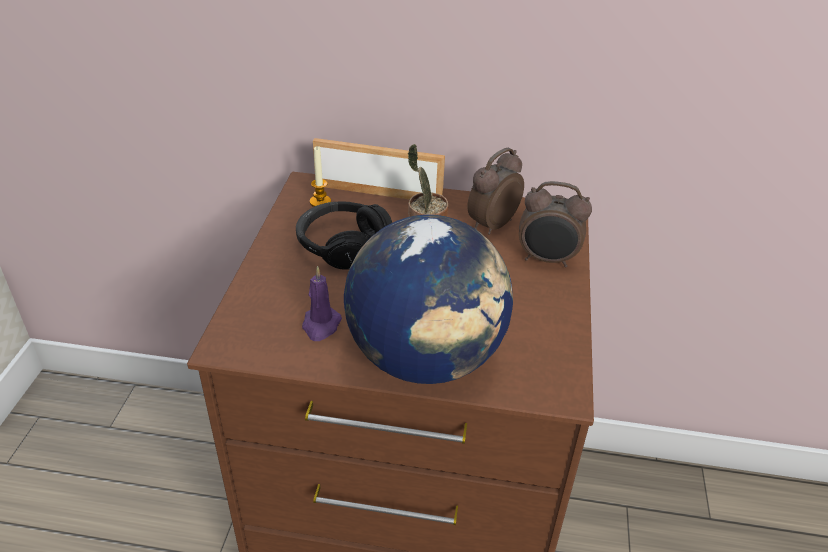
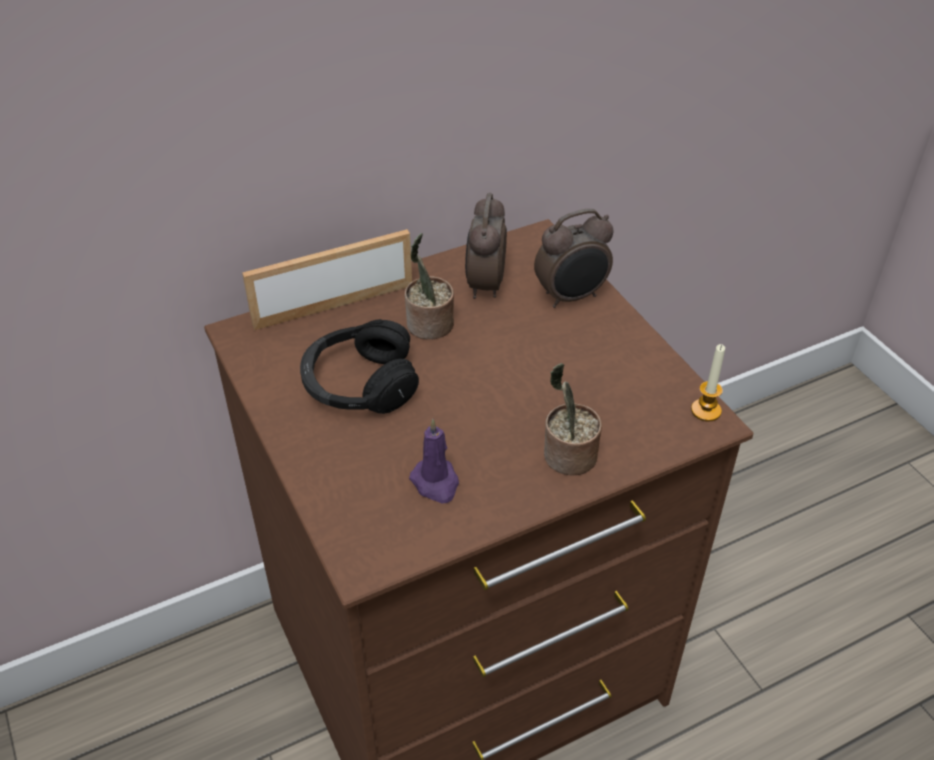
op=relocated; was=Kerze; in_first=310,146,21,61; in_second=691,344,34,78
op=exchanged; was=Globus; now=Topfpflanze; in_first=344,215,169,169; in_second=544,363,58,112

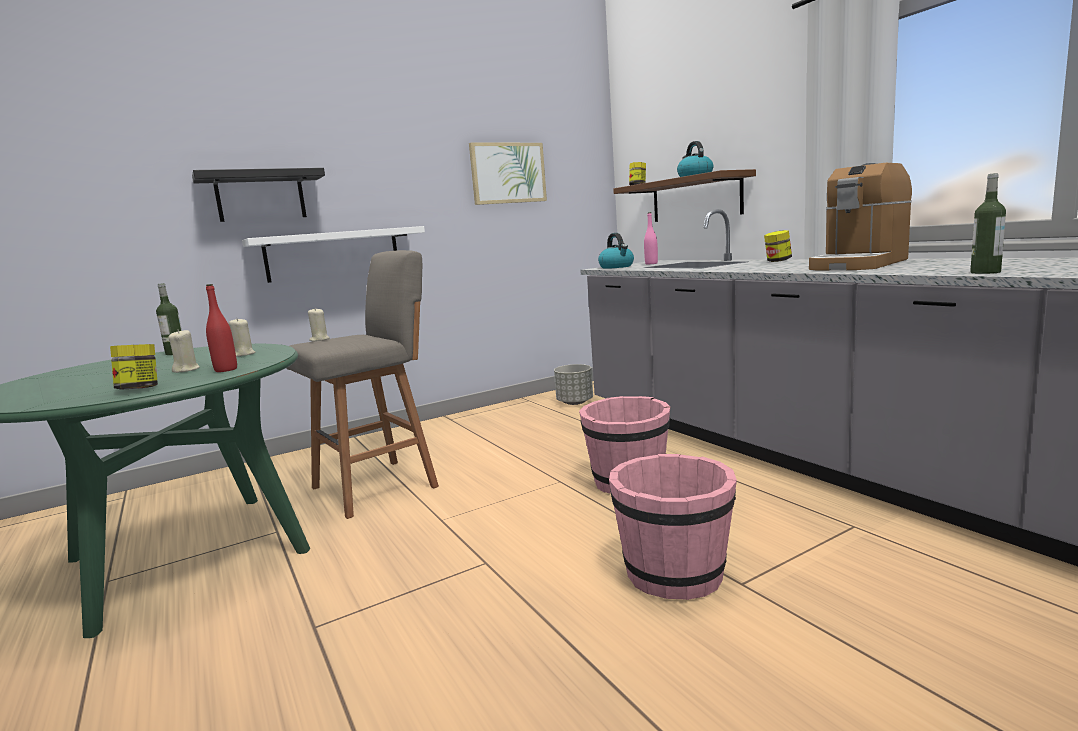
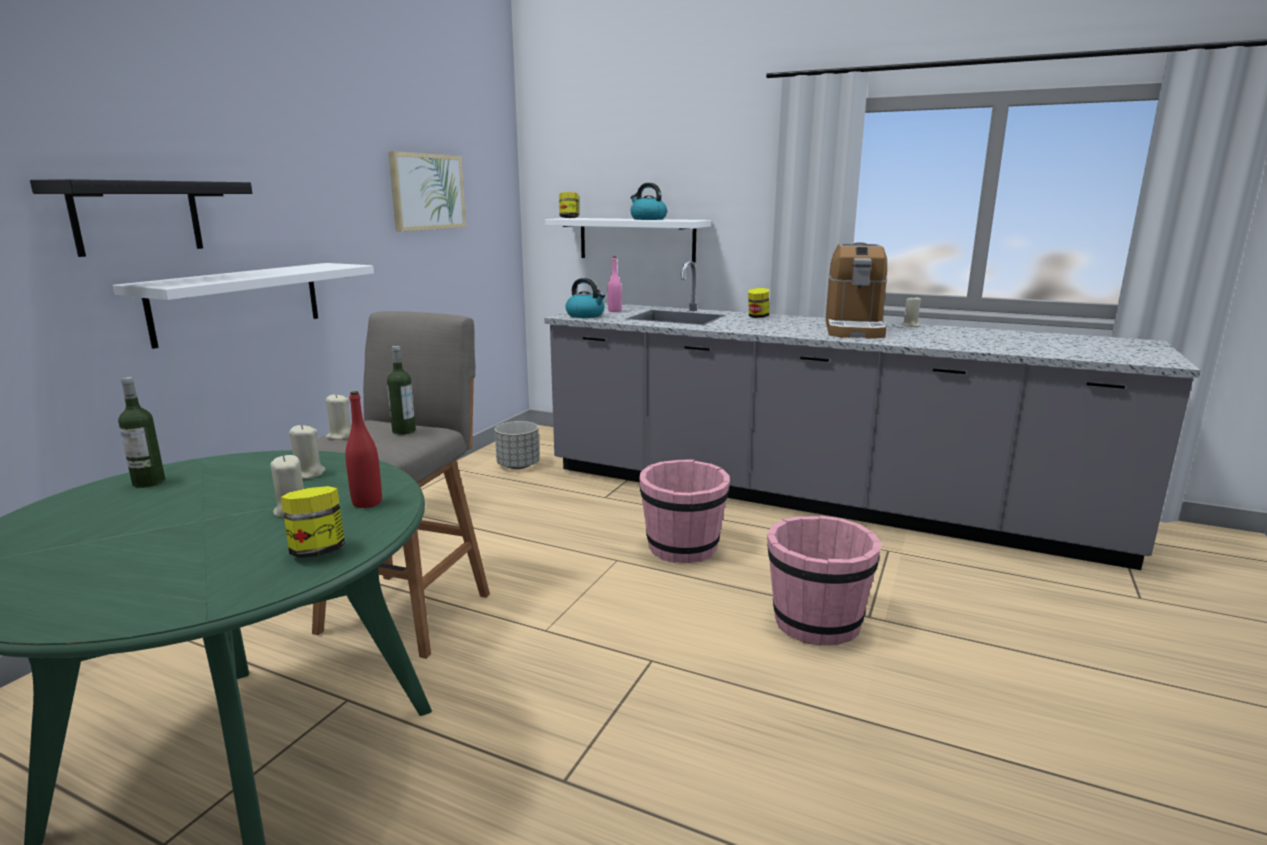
op=colour; was=Wandregal [braun]; now=Wandregal [weiß]; in_first=613,169,143,53; in_second=545,218,166,44
op=relocated; was=Flasche; in_first=970,173,36,101; in_second=387,346,29,89
op=appeared; now=Kerze [beige]; in_second=902,297,19,30

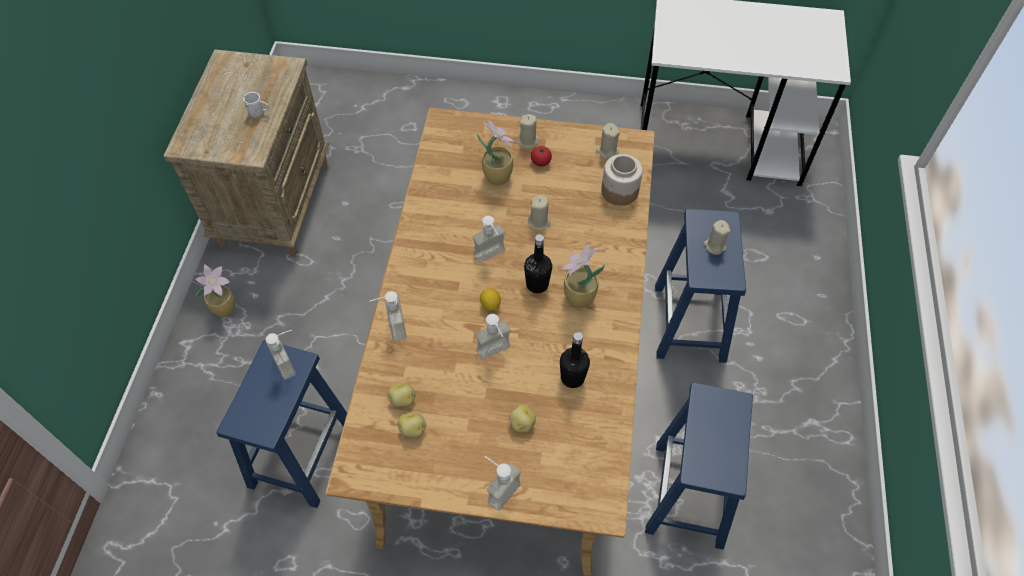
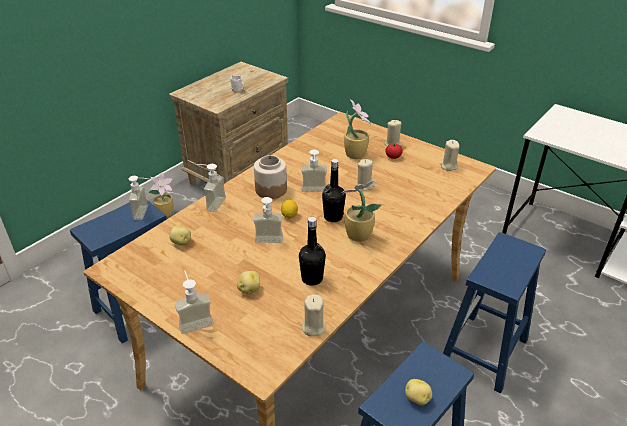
op=relocated; was=Kartoffel; in_first=397,412,29,25; in_second=405,379,27,26
op=relocated; was=Vorratsglas; in_first=601,154,42,52; in_second=254,155,33,44
op=relocated; was=Kerze [beige]; in_first=703,220,27,35; in_second=302,295,23,41

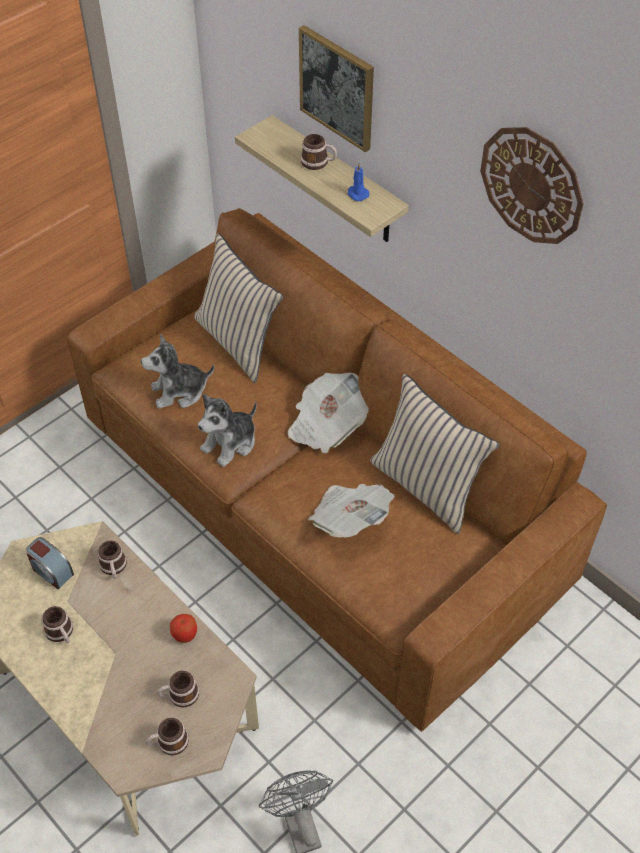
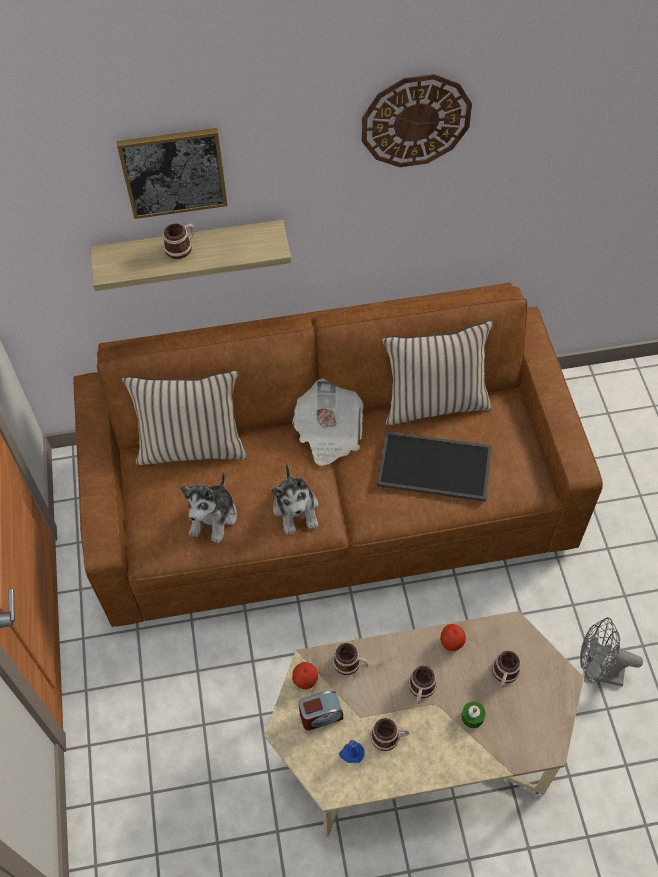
op=relocated; was=Henkelbecher; in_first=146,718,43,37; in_second=409,666,28,38
op=exchanged; was=Zeitung; now=Tablett; in_first=308,484,86,54; in_second=377,431,115,71
op=relocated; was=Kerze [blau]; in_first=347,163,22,38; in_second=339,740,25,23
op=appeared; now=Apfel; in_second=292,662,26,27
op=appeared; now=Kerze [grün]; in_second=461,701,24,27

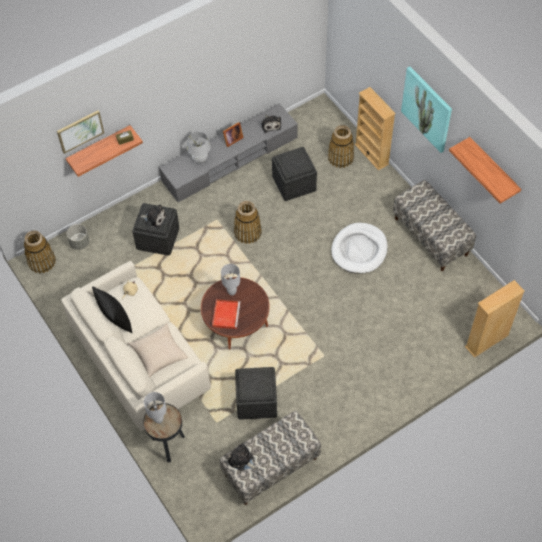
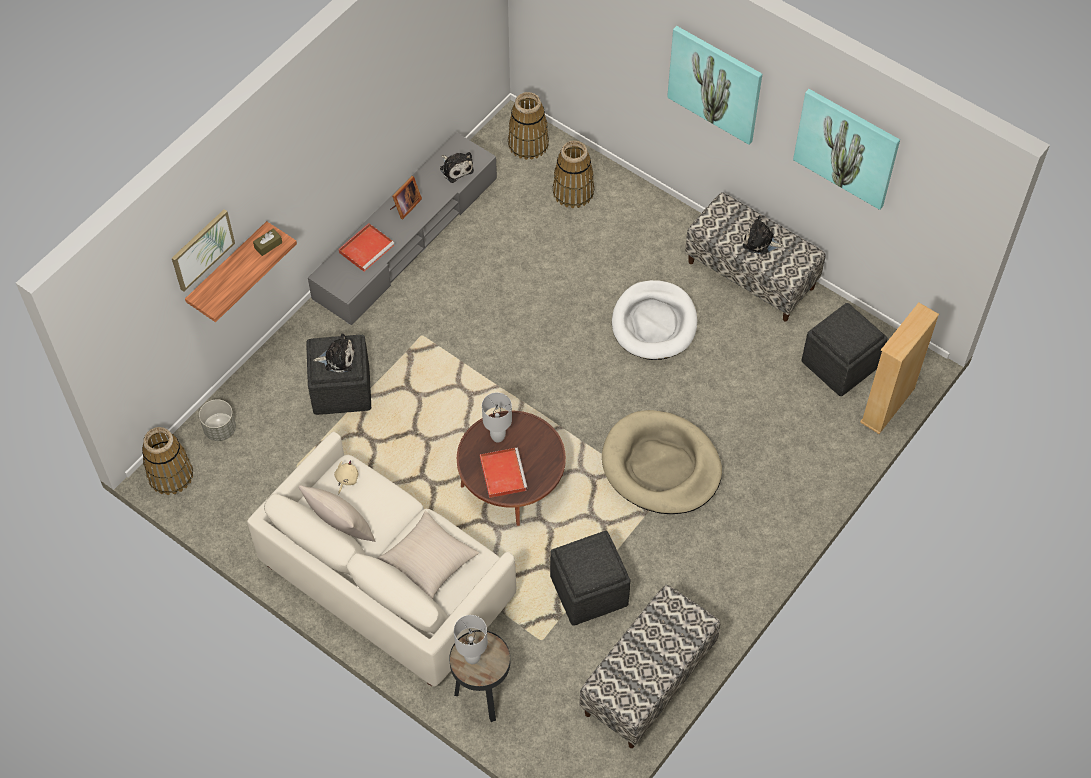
op=colour; was=Kissen [schwarz]; now=Kissen [beige]; in_first=92,286,40,47; in_second=299,485,76,57
op=exchanged; was=Tischlampe [weiß]; now=Tablett [rot]; in_first=187,132,24,31; in_second=338,223,57,48
op=relocated; was=Plüschtier; in_first=227,443,30,28; in_second=743,215,41,40
op=relocated; was=Korb; in_first=234,201,28,43; in_second=508,92,41,68
op=relocated; was=Polsterhocker [grau]; in_first=272,147,45,54; in_second=801,303,87,93
op=missing; was=Bücherregal [beige]; in_first=355,87,41,84
op=exchanged; was=Wandregal; now=Bild; in_first=449,137,72,67; in_second=793,89,107,121
op=appeared; now=Hundebett [beige]; in_second=602,410,120,104

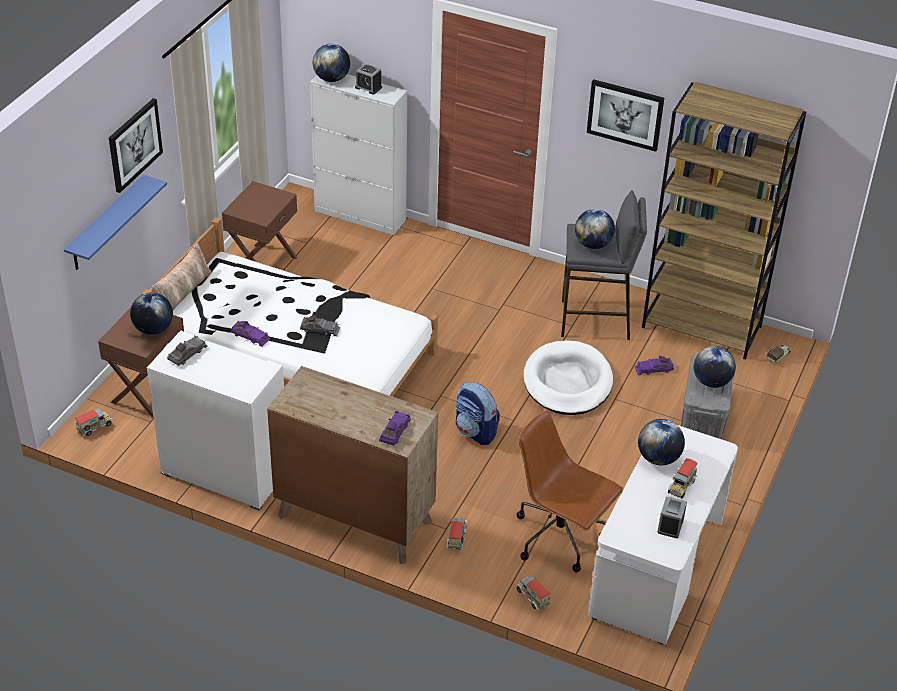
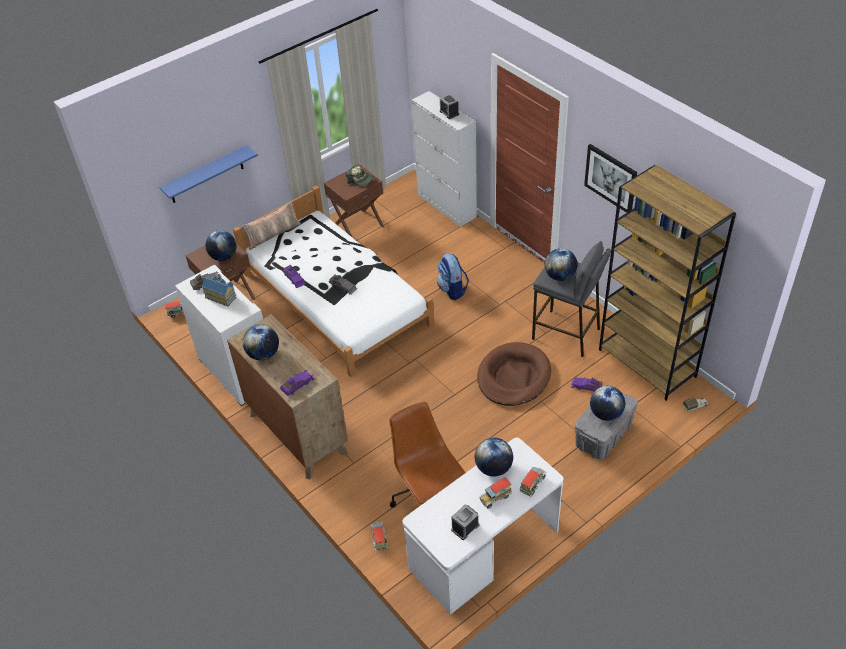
op=missing; was=Bild; in_first=109,98,54,95
op=relocated; was=Globus; in_first=313,44,37,38; in_second=243,324,36,36
op=relocated; was=Spielzeuglaster; in_first=446,518,21,32; in_second=519,467,27,30
op=relocated; was=Rucksack; in_first=456,382,44,63; in_second=437,253,32,47
op=colour; was=Hundebett [weiß]; now=Hundebett [braun]; in_first=523,341,90,74; in_second=477,342,74,64
op=appeared; now=Spielzeughaus; in_second=202,276,34,30
op=appeared; now=Kappe; in_second=346,165,29,21

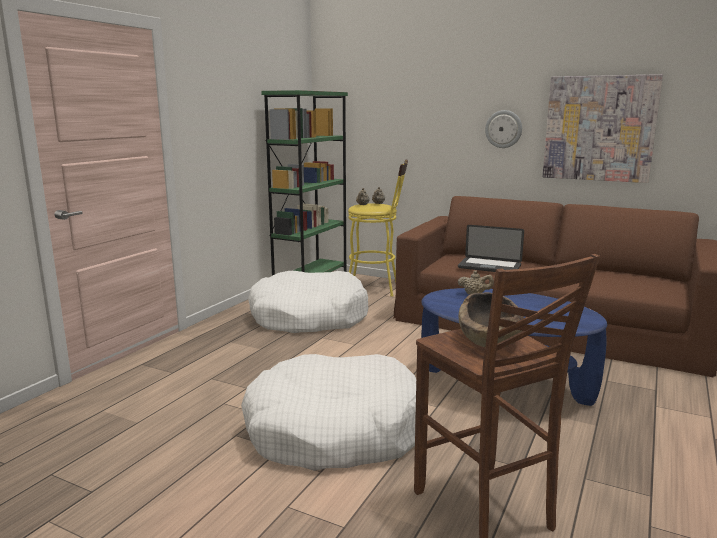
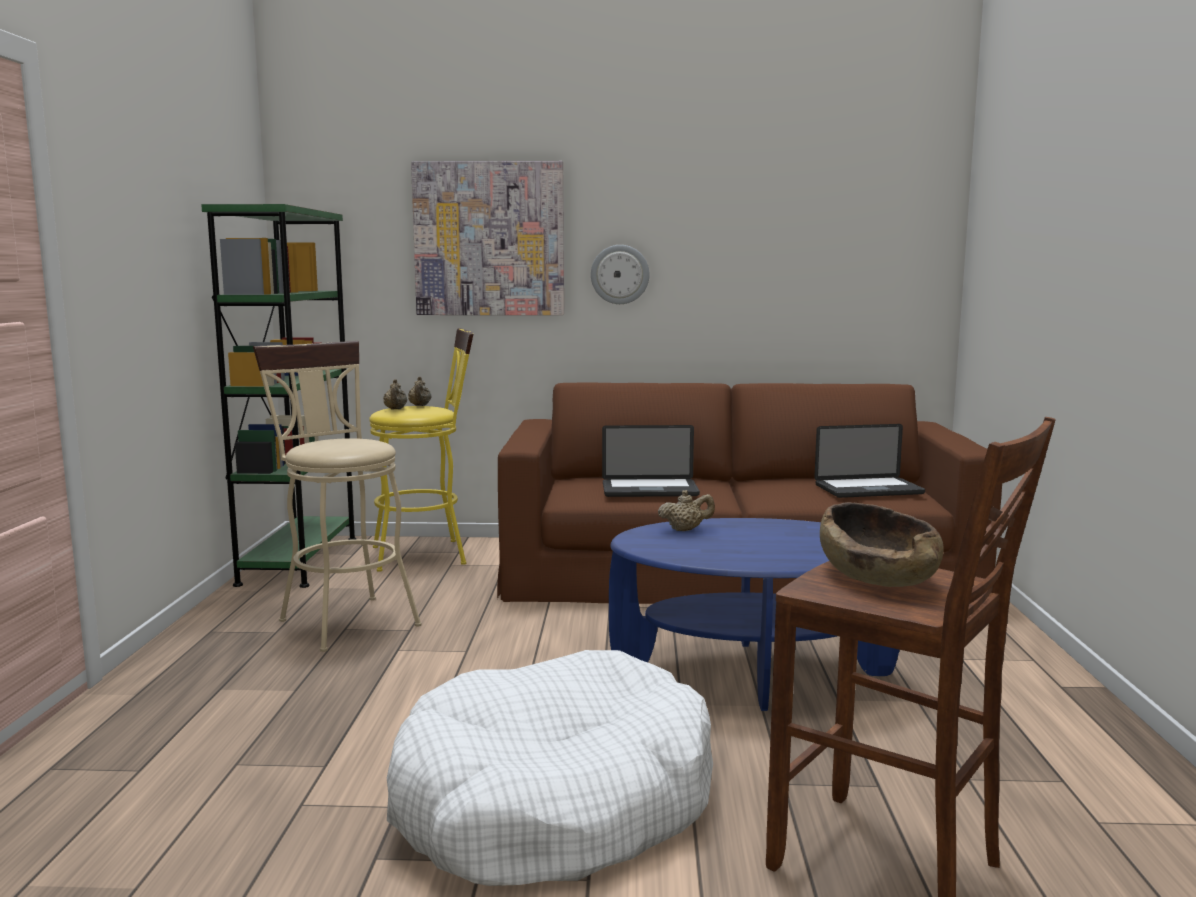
op=exchanged; was=Hundebett [weiß]; now=Hocker [beige]; in_first=248,271,120,62; in_second=253,341,169,311
op=relocated; was=Bild; in_first=543,74,120,109; in_second=411,161,153,154
op=appeared; now=Laptop; in_second=814,424,111,74

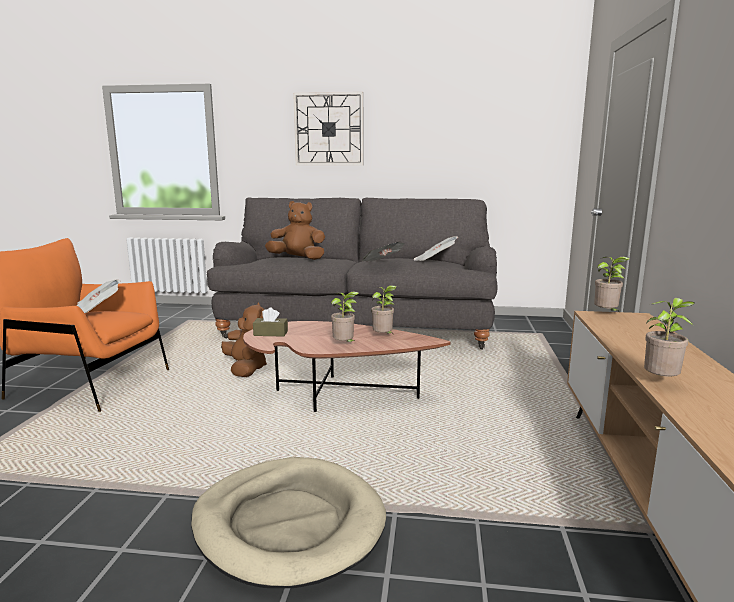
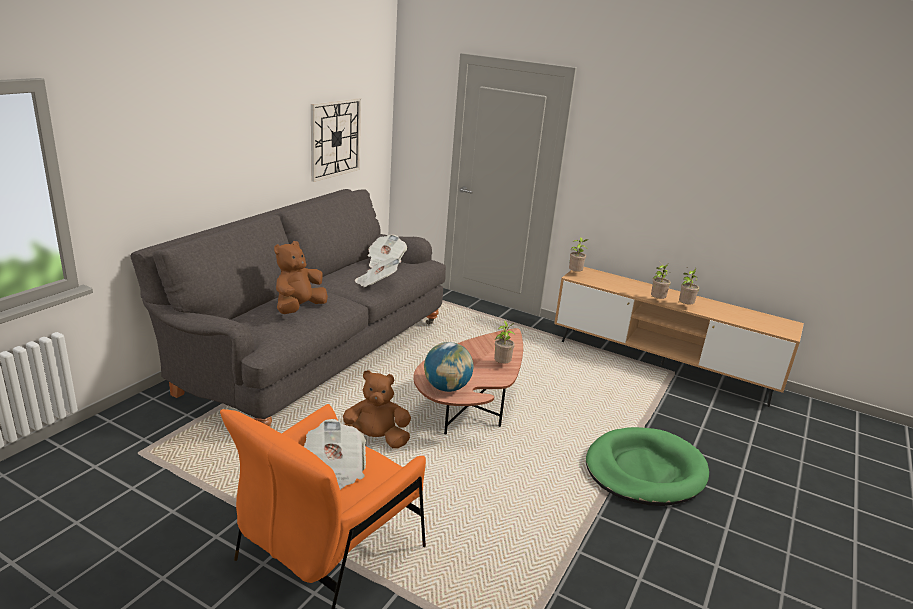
op=colour; was=Hundebett [beige]; now=Hundebett [grün]; in_first=191,457,195,131; in_second=586,427,123,79
op=exchanged; was=Taschentuchbox [braun]; now=Globus; in_first=253,307,35,30; in_second=424,342,50,50
op=relocated; was=Wanduhr; in_first=293,92,70,73; in_second=311,98,50,84
op=relocated; was=Topfpflanze; in_first=371,285,25,49; in_second=651,264,20,35

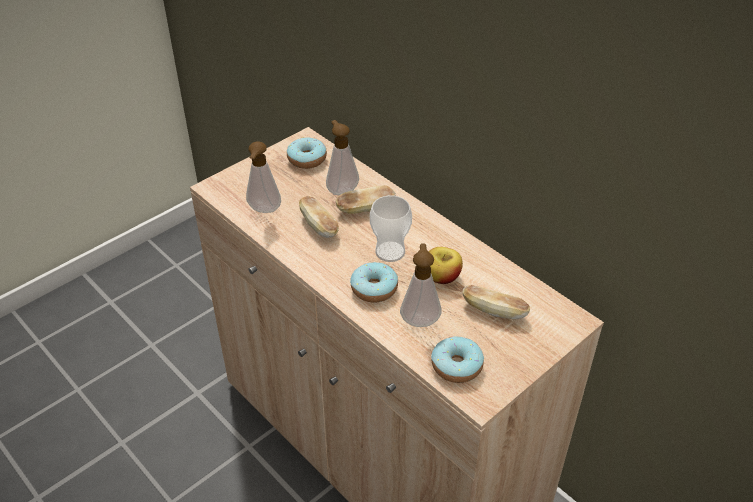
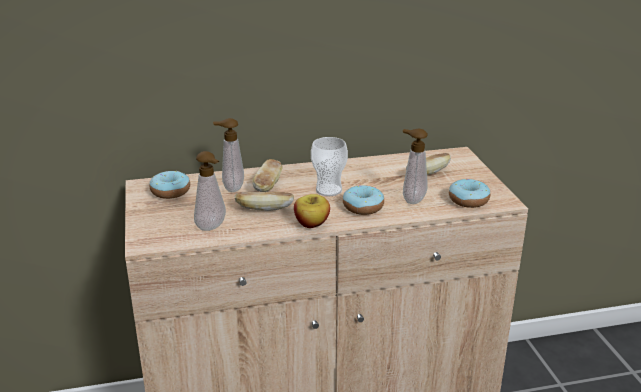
op=relocated; was=Apfel; in_first=429,247,34,37; in_second=294,194,36,34

